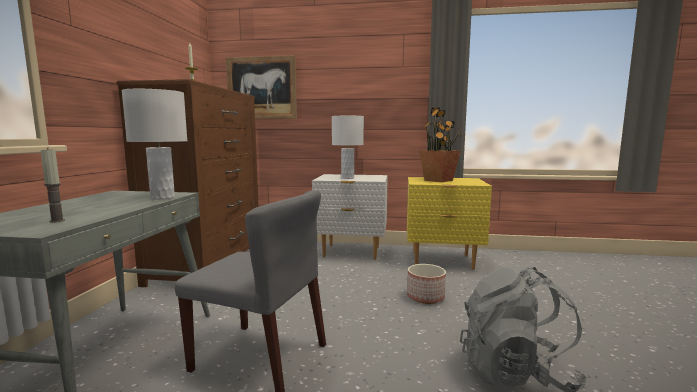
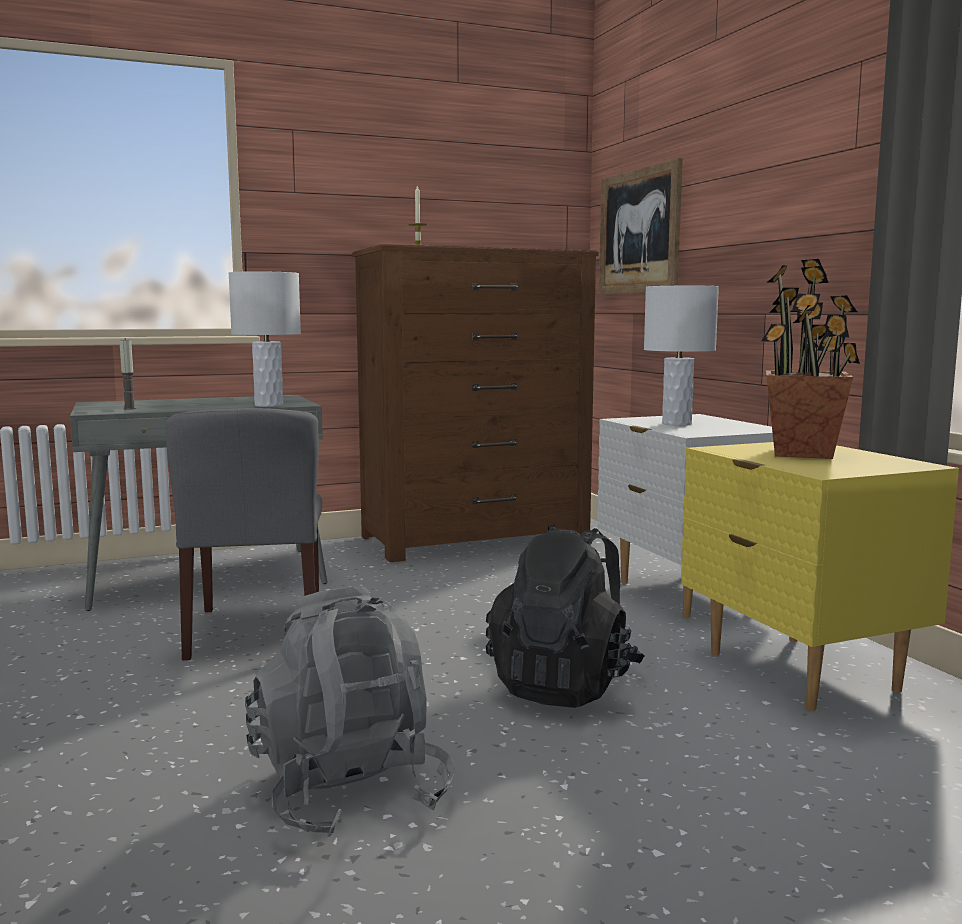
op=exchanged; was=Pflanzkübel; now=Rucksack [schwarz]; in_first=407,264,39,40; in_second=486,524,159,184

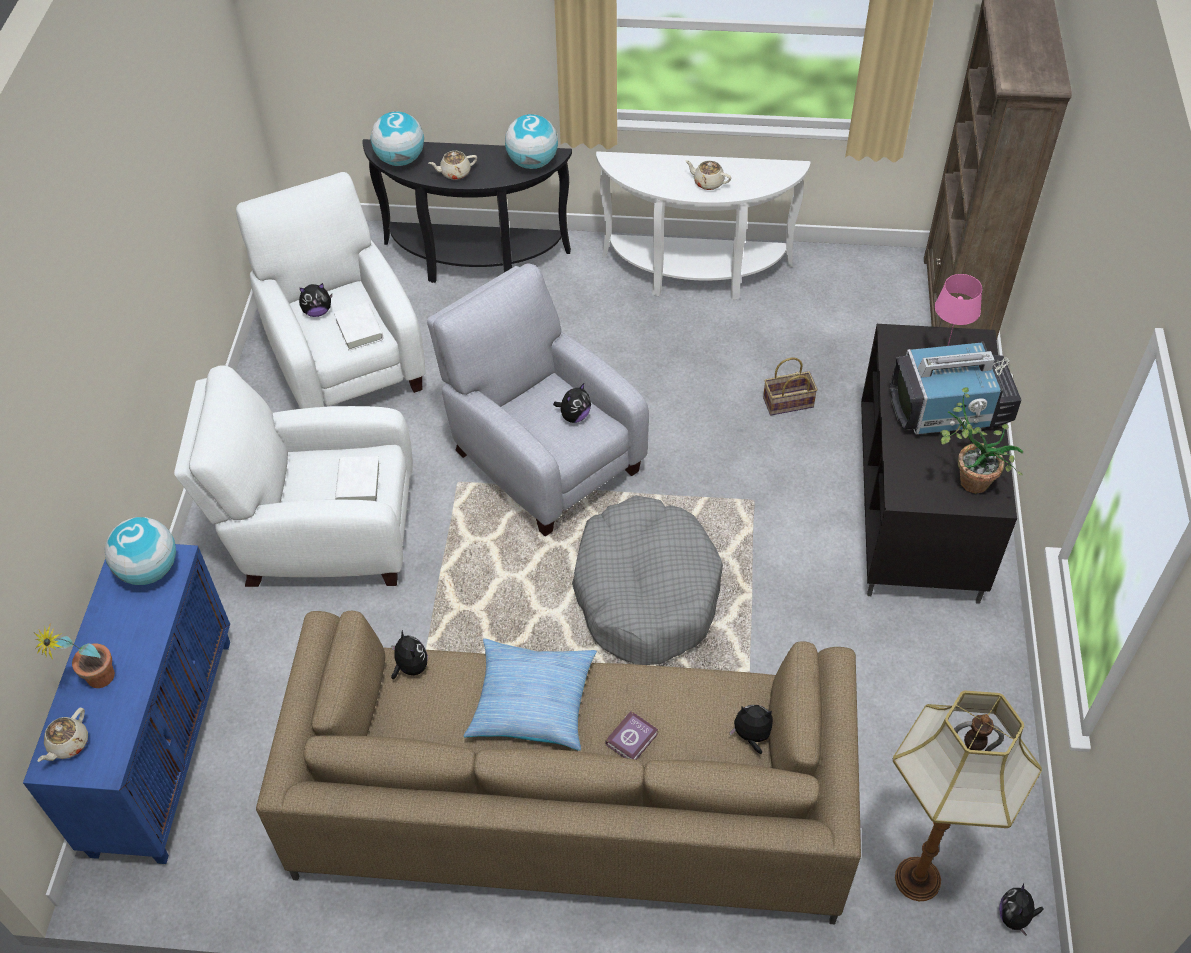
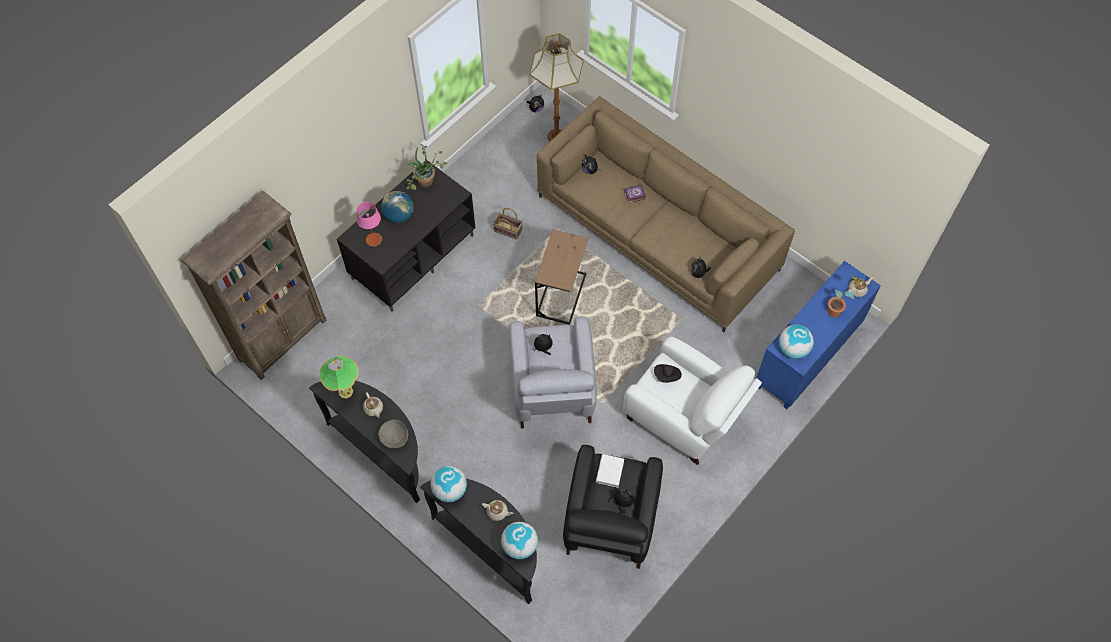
op=colour; was=Sessel [weiß]; now=Sessel [schwarz]; in_first=236,172,190,237; in_second=563,445,100,124
op=exchanged; was=Buch [weiß]; now=Hut [schwarz]; in_first=335,456,45,45; in_second=654,364,28,19
op=missing; was=Kissen; in_first=464,639,133,112
op=exchanged; was=Hundebett [grau]; now=Beistelltisch [braun]; in_first=572,495,151,170; in_second=535,229,54,96
op=colour; was=Konsolentisch [weiß]; now=Konsolentisch [schwarz]; in_first=596,151,214,149; in_second=309,381,111,122
op=relocated; was=Korb; in_first=763,357,55,58; in_second=493,208,30,32
op=exchanged; was=Fernseher; now=Globus; in_first=890,341,131,94; in_second=381,191,32,32
op=appeared; now=Tischlampe; in_second=319,356,40,42
op=appeared; now=Schüssel [grau]; in_second=379,420,29,28

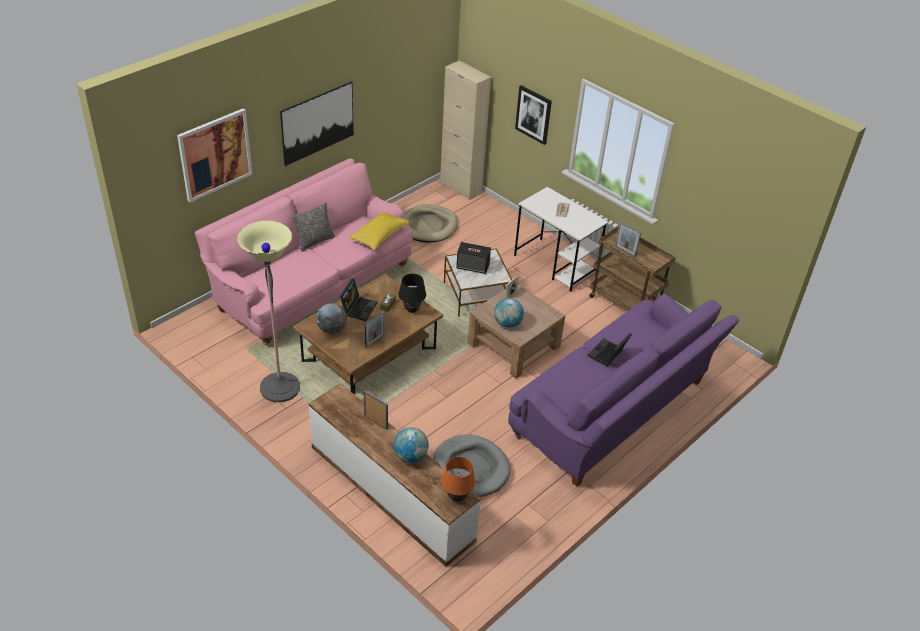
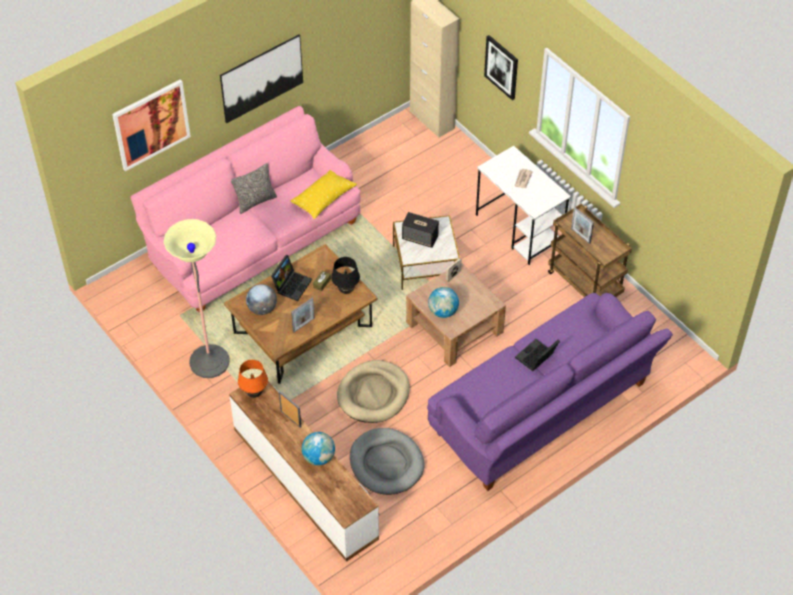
op=relocated; was=Hundebett [beige]; in_first=404,204,54,39; in_second=337,360,73,63
op=relocated; was=Tischlampe [orange]; in_first=441,457,34,45; in_second=238,360,30,38

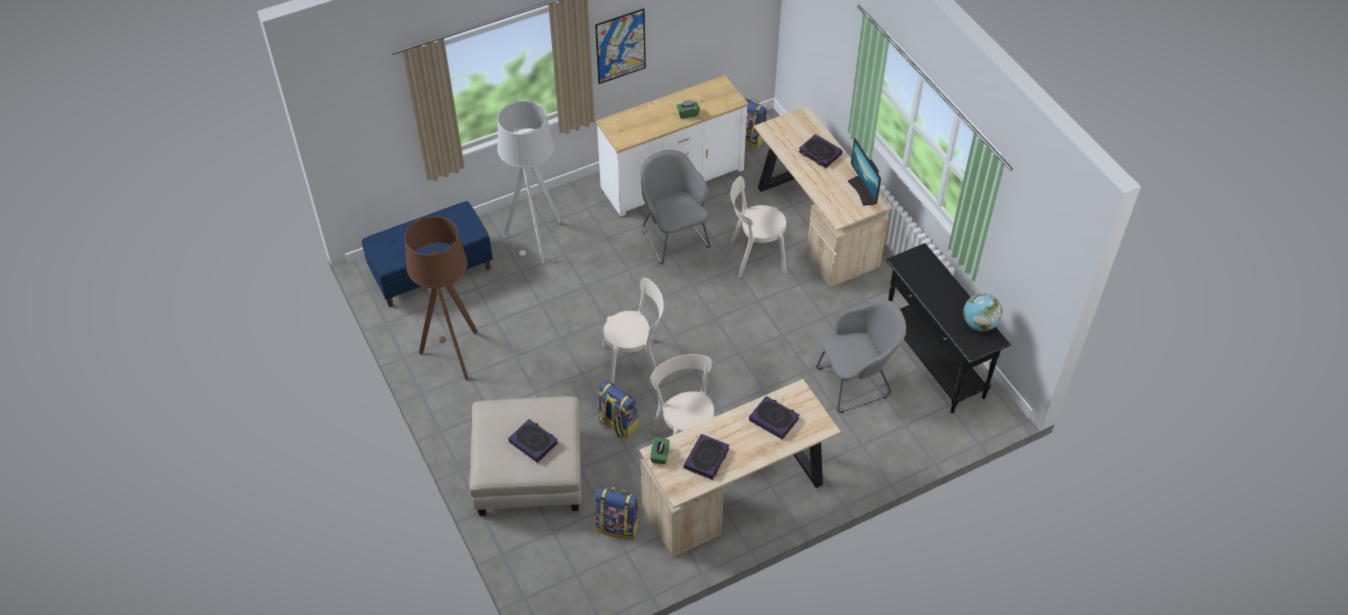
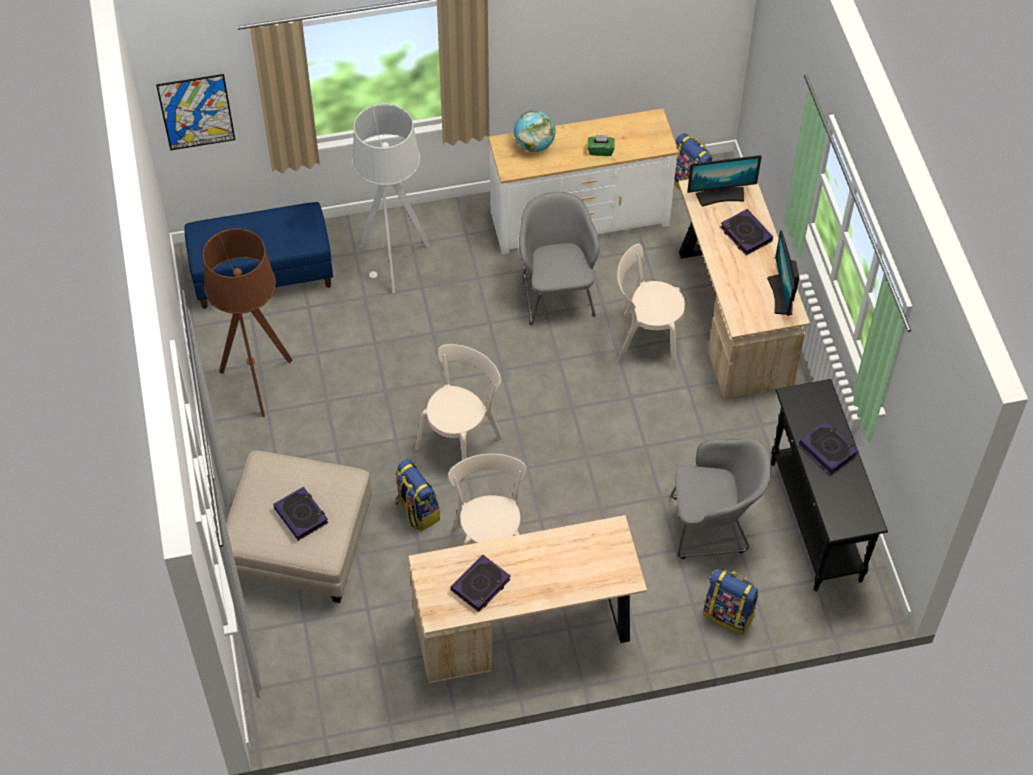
op=relocated; was=Bild; in_first=595,8,51,76; in_second=156,74,79,76
op=relocated; was=Rucksack; in_first=595,487,45,53; in_second=703,569,56,66
op=spun; was=Stuhl [beige]; in_first=603,278,61,106; in_second=415,344,88,136; clockwise=-60
op=missing; was=Taschentuchbox [grün]; in_first=650,436,20,28
op=relocated; was=Buch; in_first=749,396,51,44; in_second=799,421,59,53
op=relocated; was=Globus; in_first=963,293,40,38; in_second=514,110,42,42
op=appeared; now=Monitor; in_second=687,155,75,52

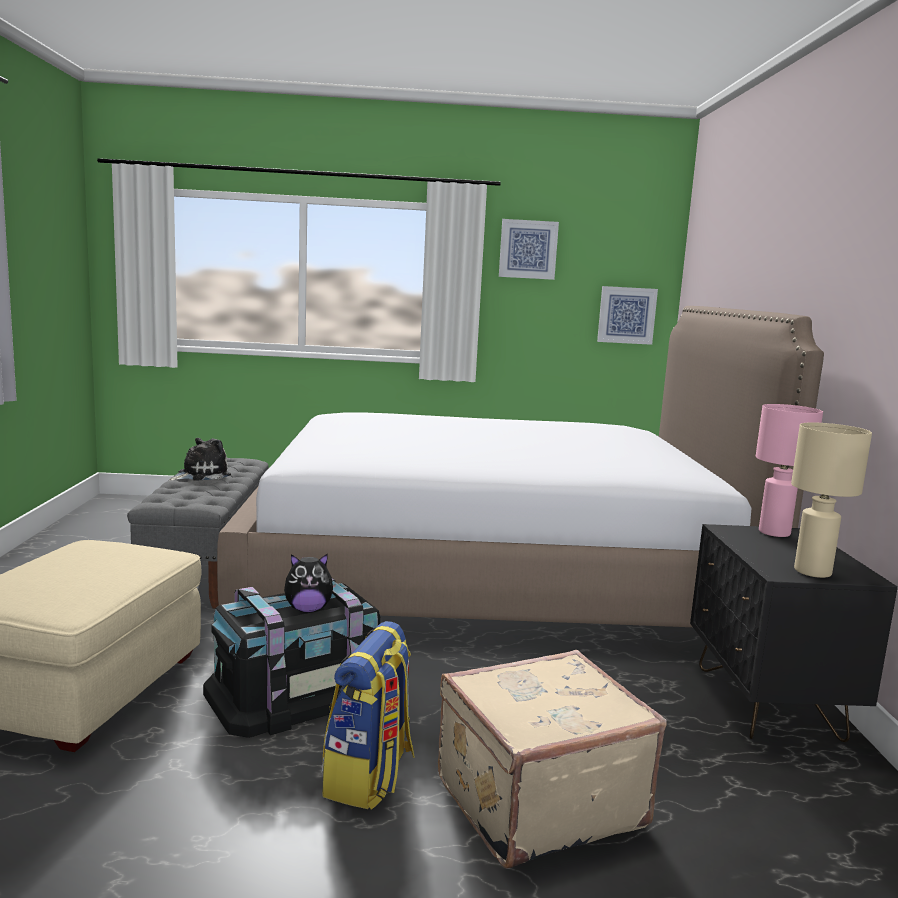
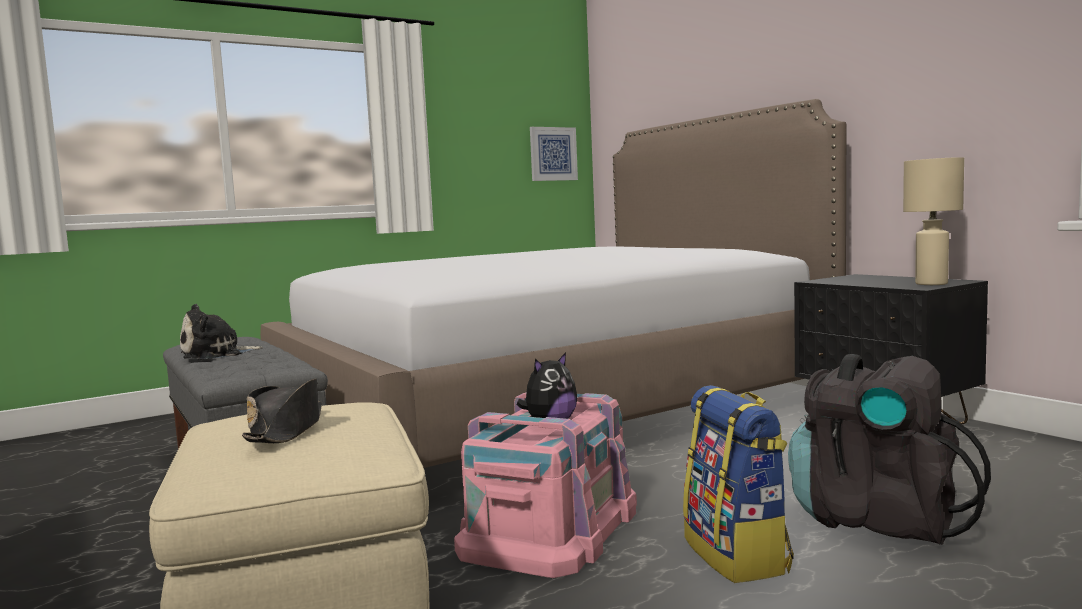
op=spun; was=Plüschtier; in_first=169,438,62,43; in_second=180,304,83,56; clockwise=-135
op=colour; was=Aufbewahrungsbox [schwarz]; now=Aufbewahrungsbox [rosa]; in_first=203,578,177,160; in_second=454,392,183,186
op=exchanged; was=Koffer [beige]; now=Rucksack [schwarz]; in_first=438,650,228,219; in_second=788,354,203,191
op=missing; was=Bild; in_first=499,219,60,61
op=missing; was=Tischlampe [rosa]; in_first=756,404,67,133
op=appeared; now=Hut [schwarz]; in_second=242,379,80,64

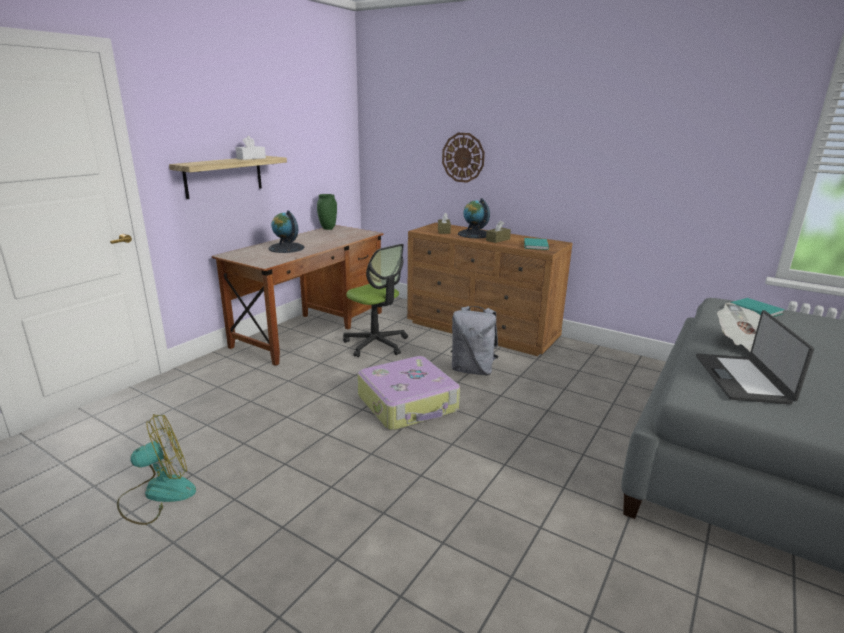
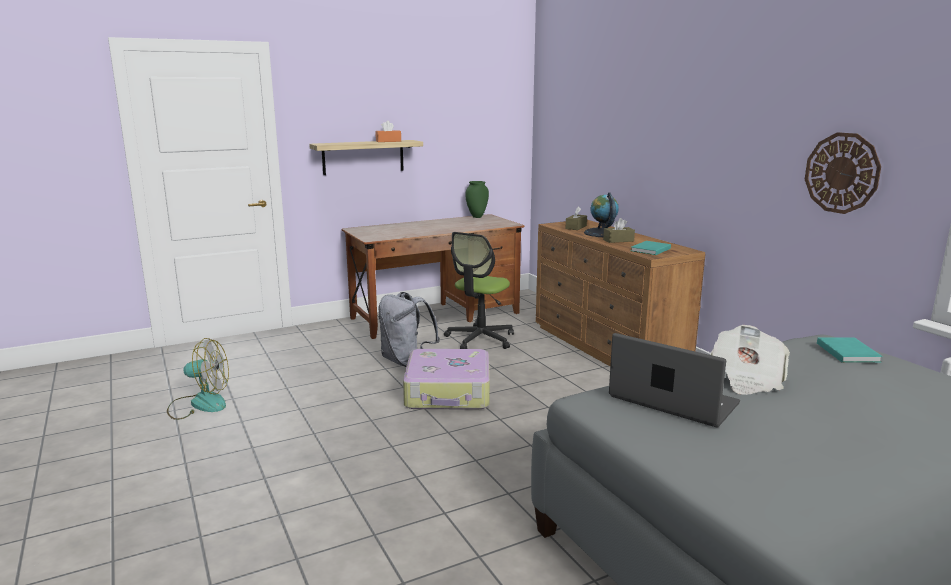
op=colour; was=Taschentuchbox [weiß]; now=Taschentuchbox [orange]; in_first=236,136,30,24; in_second=376,121,25,21
op=missing; was=Globus; in_first=268,210,36,43
op=spun; was=Bürostuhl; in_first=343,244,65,113; in_second=444,232,70,117; clockwise=45
op=relocated; was=Wanduhr; in_first=442,133,43,50; in_second=805,132,76,82
op=relocated; was=Rucksack [grau]; in_first=451,306,47,69; in_second=378,292,62,75
op=spun; was=Laptop; in_first=696,310,118,95; in_second=609,333,131,95; clockwise=90

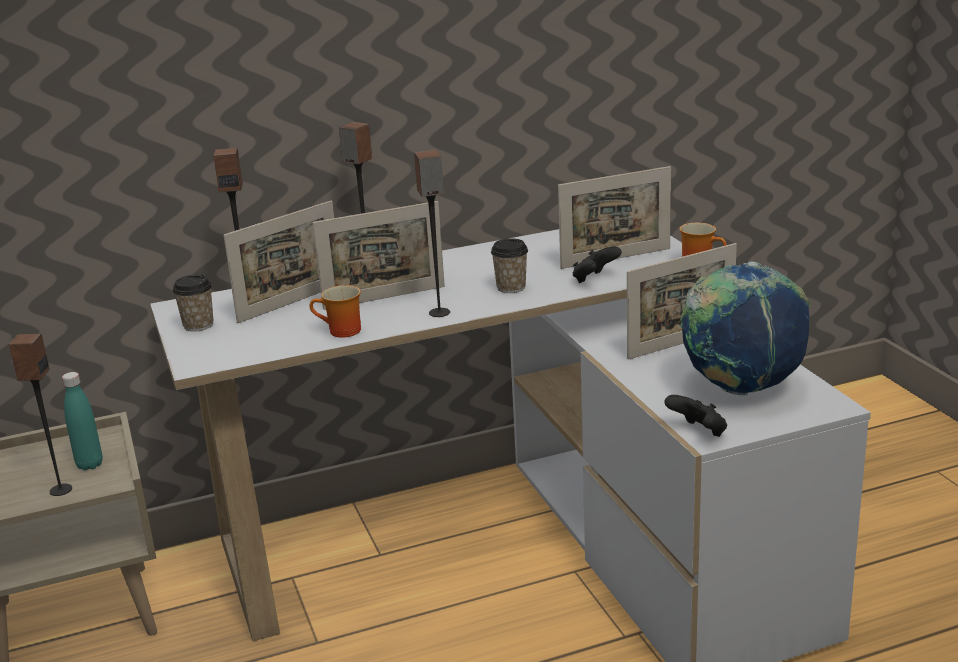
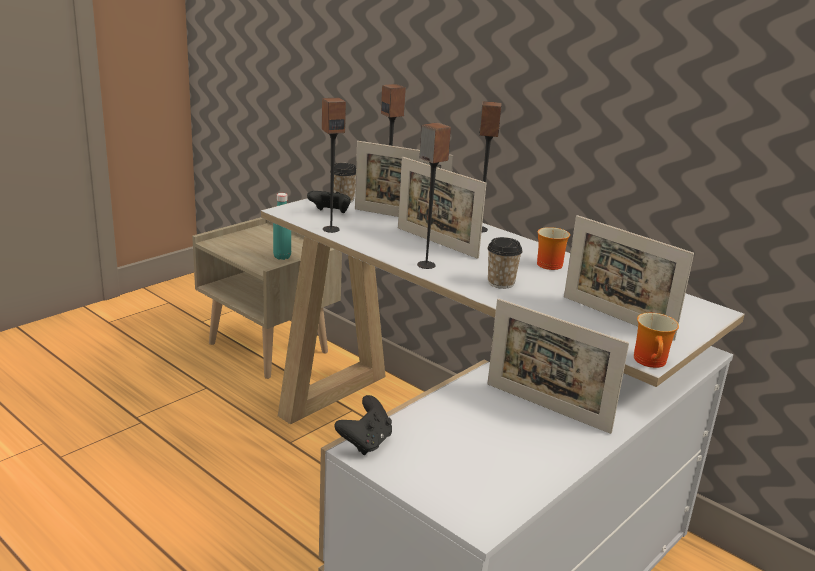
op=relocated; was=Lautsprecher; in_first=8,333,64,163; in_second=322,98,24,135
op=relocated; was=Henkelbecher; in_first=309,285,52,53; in_second=537,227,33,43
op=relocated; was=Gamepad [schwarz]; in_first=573,246,48,37; in_second=307,191,44,22
op=missing; was=Globus; in_first=680,261,130,134

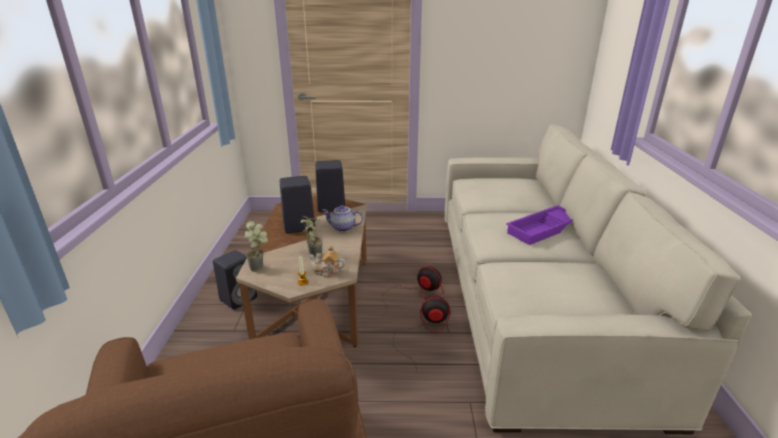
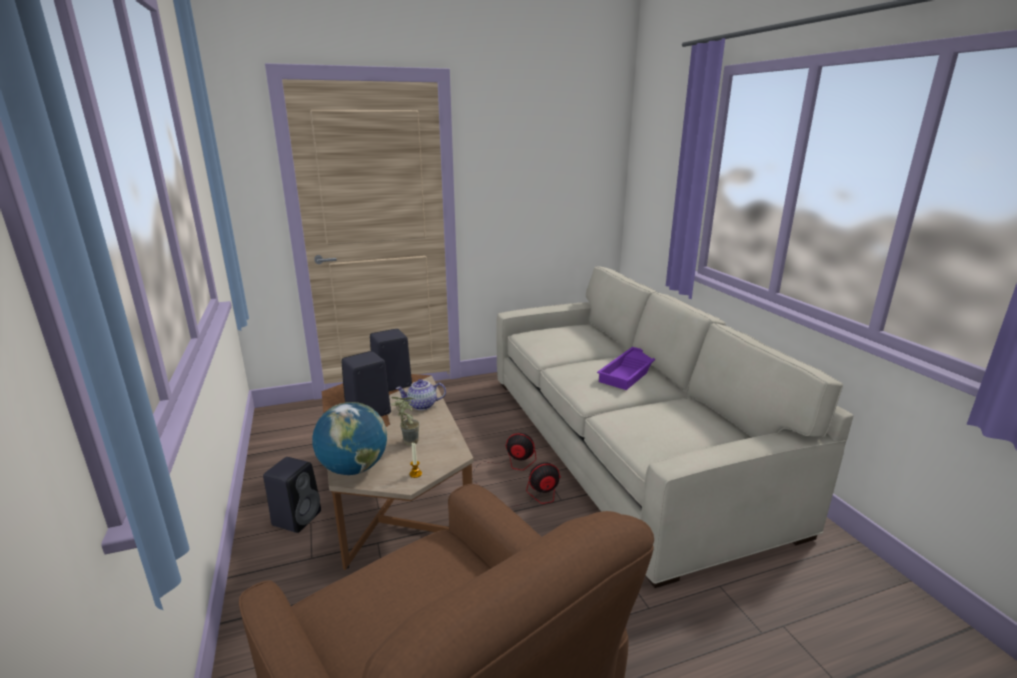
op=exchanged; was=Topfpflanze; now=Globus; in_first=245,221,23,51; in_second=312,402,75,73
op=missing; was=Teekanne; in_first=309,245,36,33

